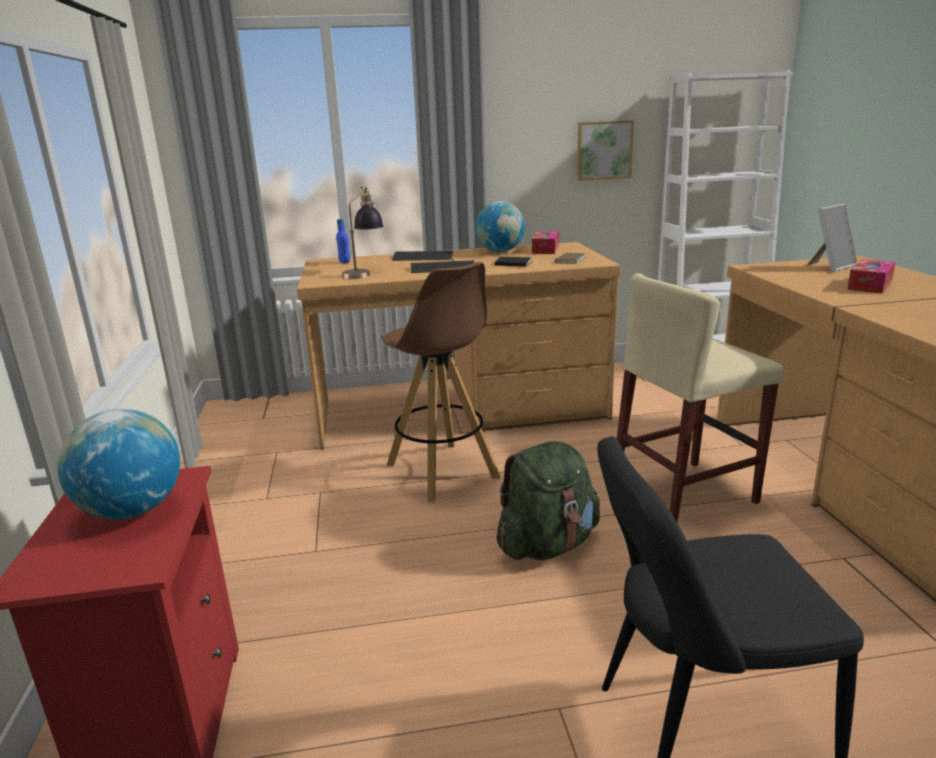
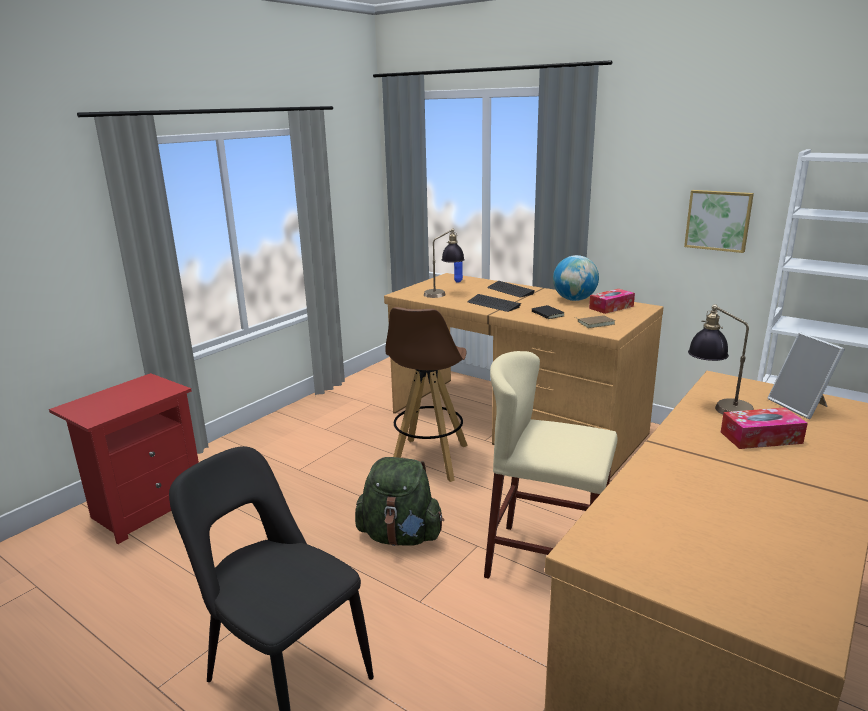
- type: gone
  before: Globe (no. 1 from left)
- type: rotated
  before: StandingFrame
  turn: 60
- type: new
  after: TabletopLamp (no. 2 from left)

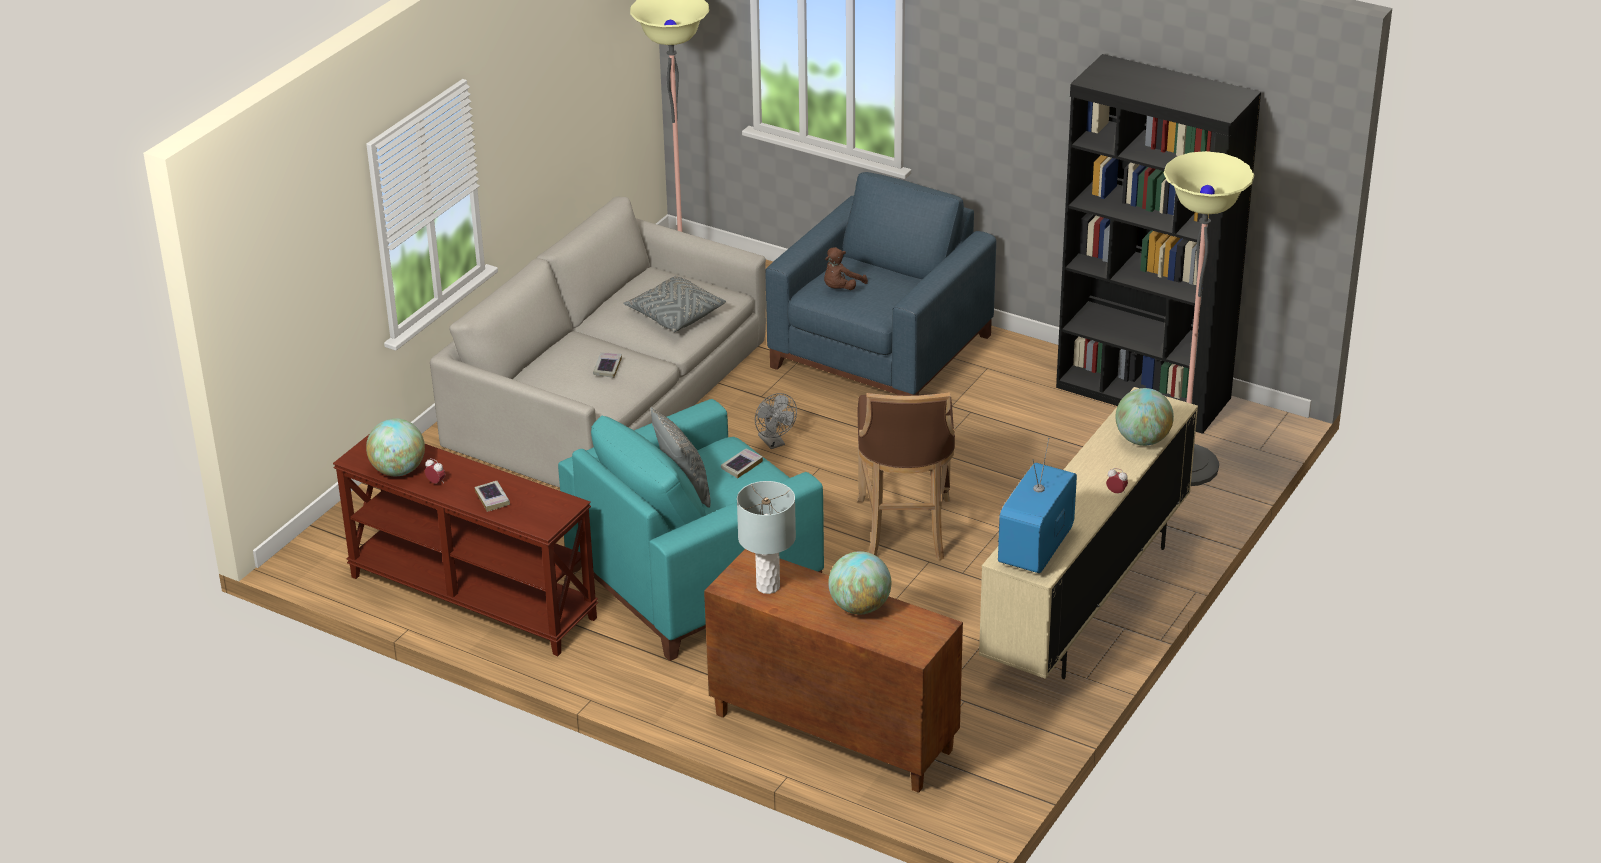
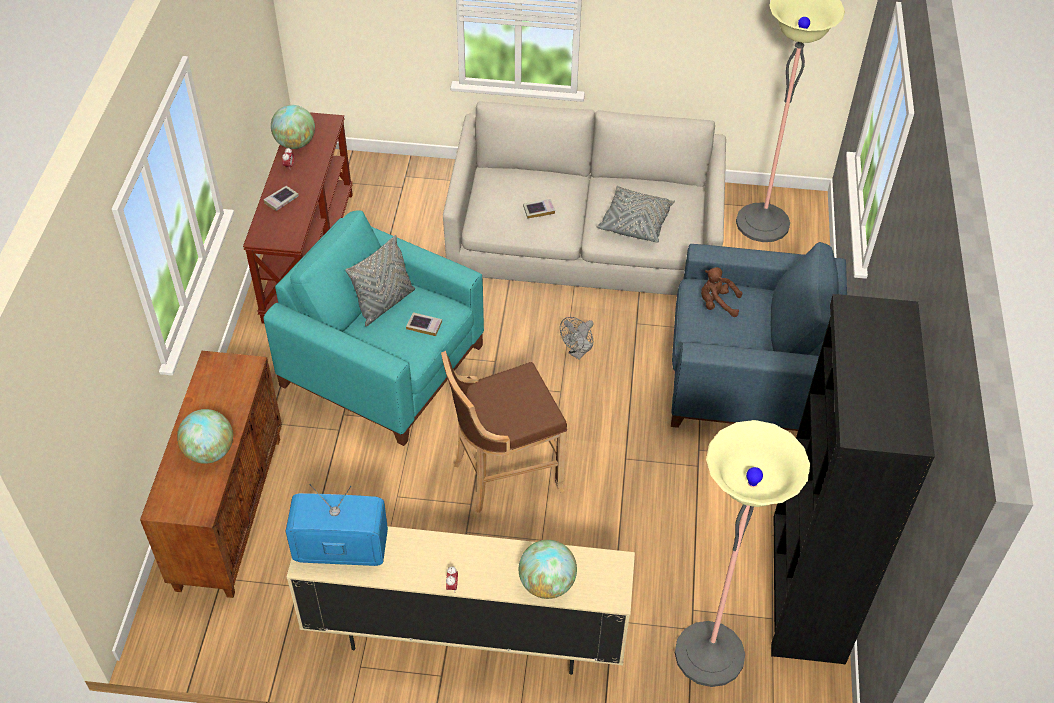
- type: gone
  before: GreyTabletopLamp

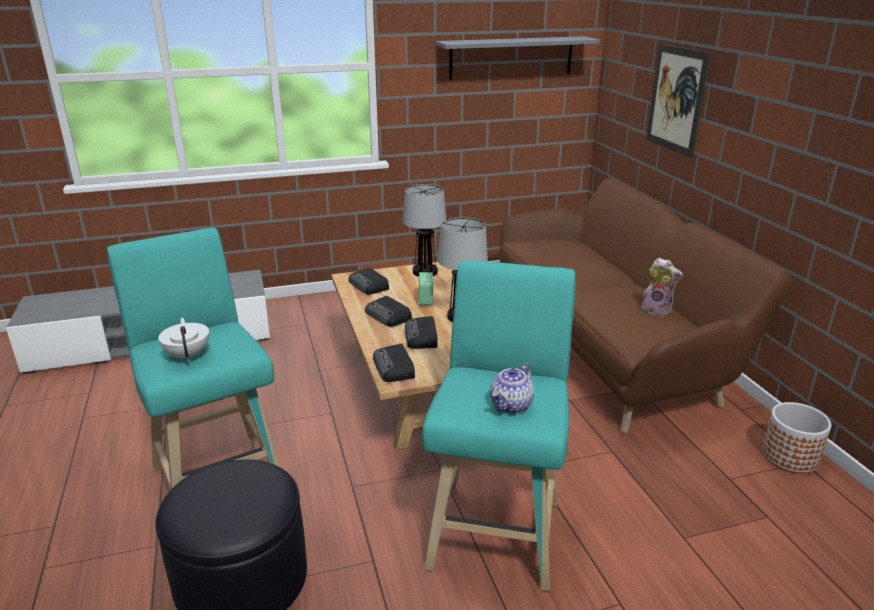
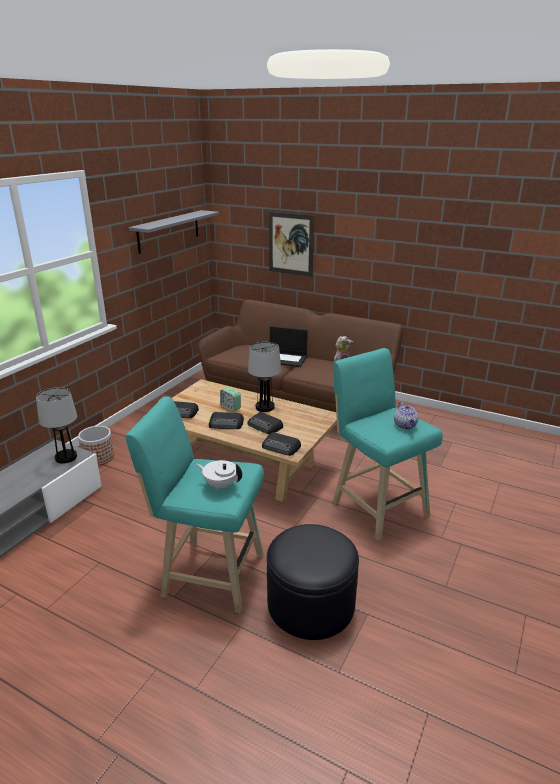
- type: shifted
  before: TabletopLamp (no. 1 from left)
- type: shifted
  before: Planter
- type: new
  after: NotebookComputer

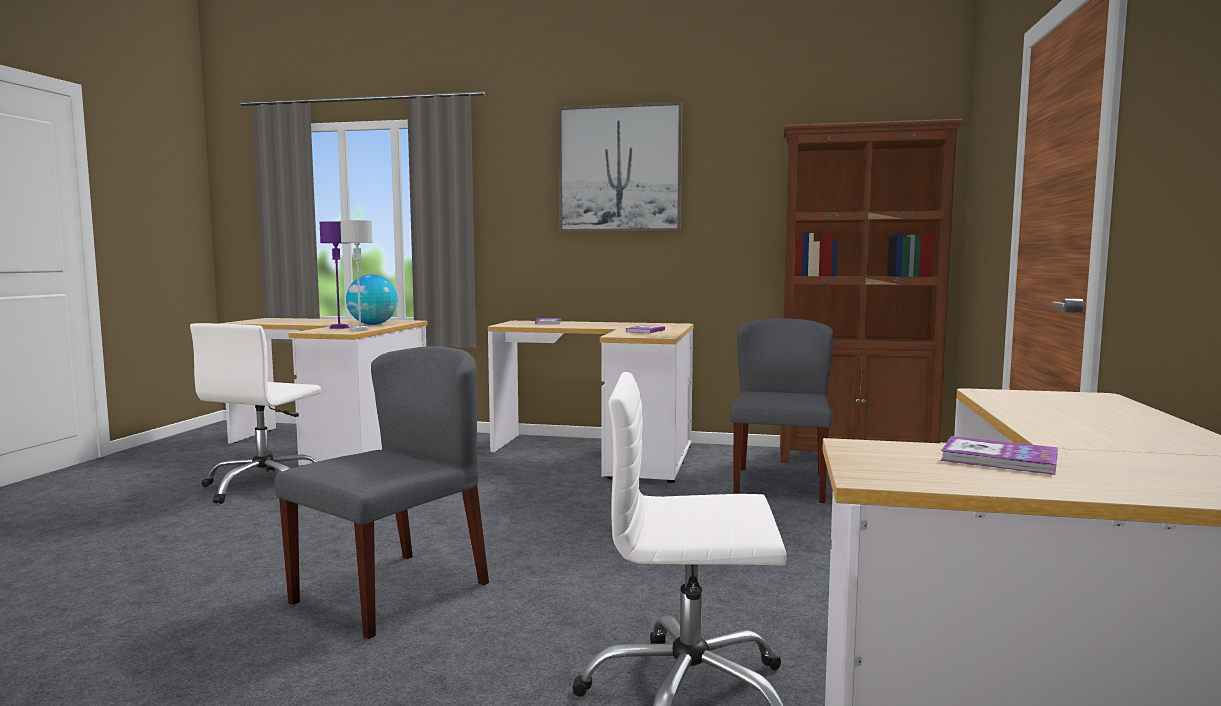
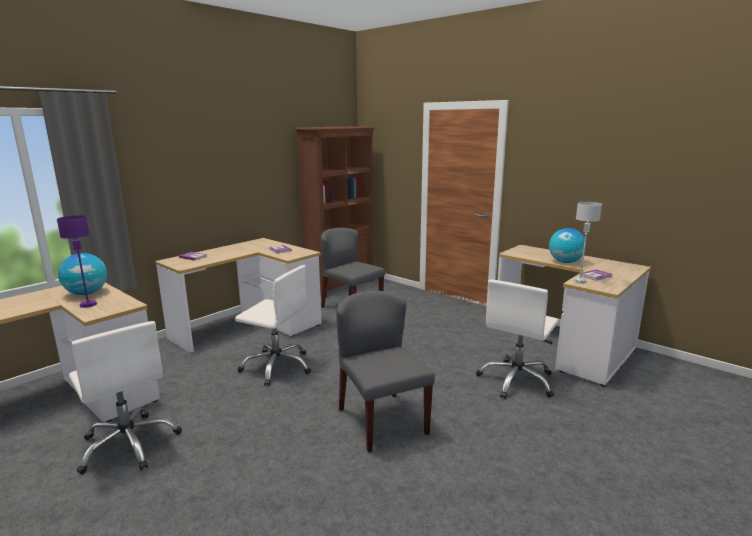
- type: shifted
  before: GreyTabletopLamp
- type: gone
  before: WallArt
- type: new
  after: WhiteOfficeChair (no. 2 from left)
- type: new
  after: Globe (no. 2 from left)

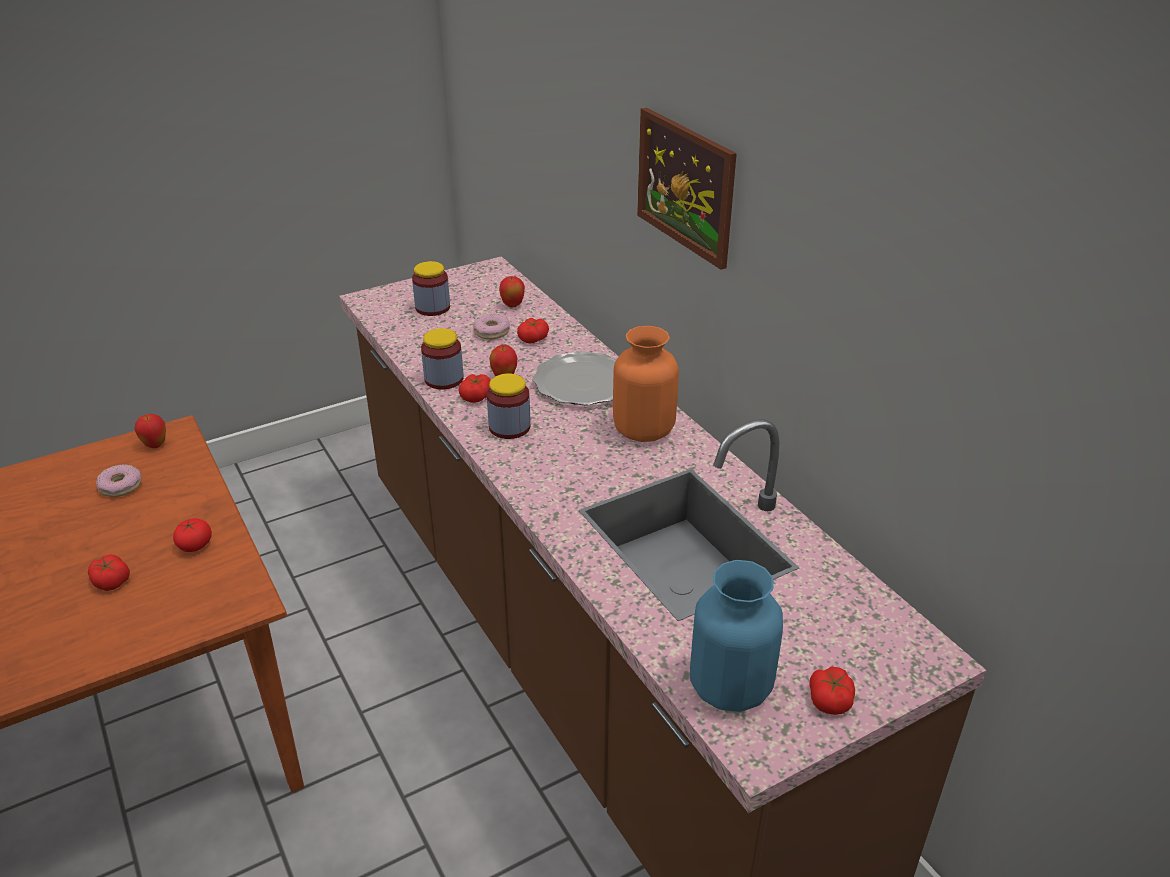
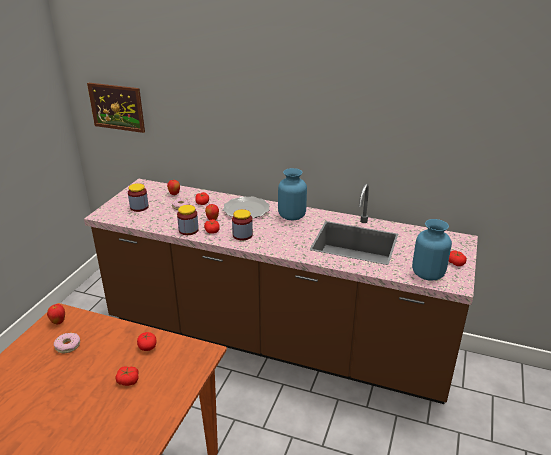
- type: repainted
  before: OrangeDecorativeVase
  after: BlueColouredDecorativeVase (no. 1 from left)
- type: shifted
  before: WallArt

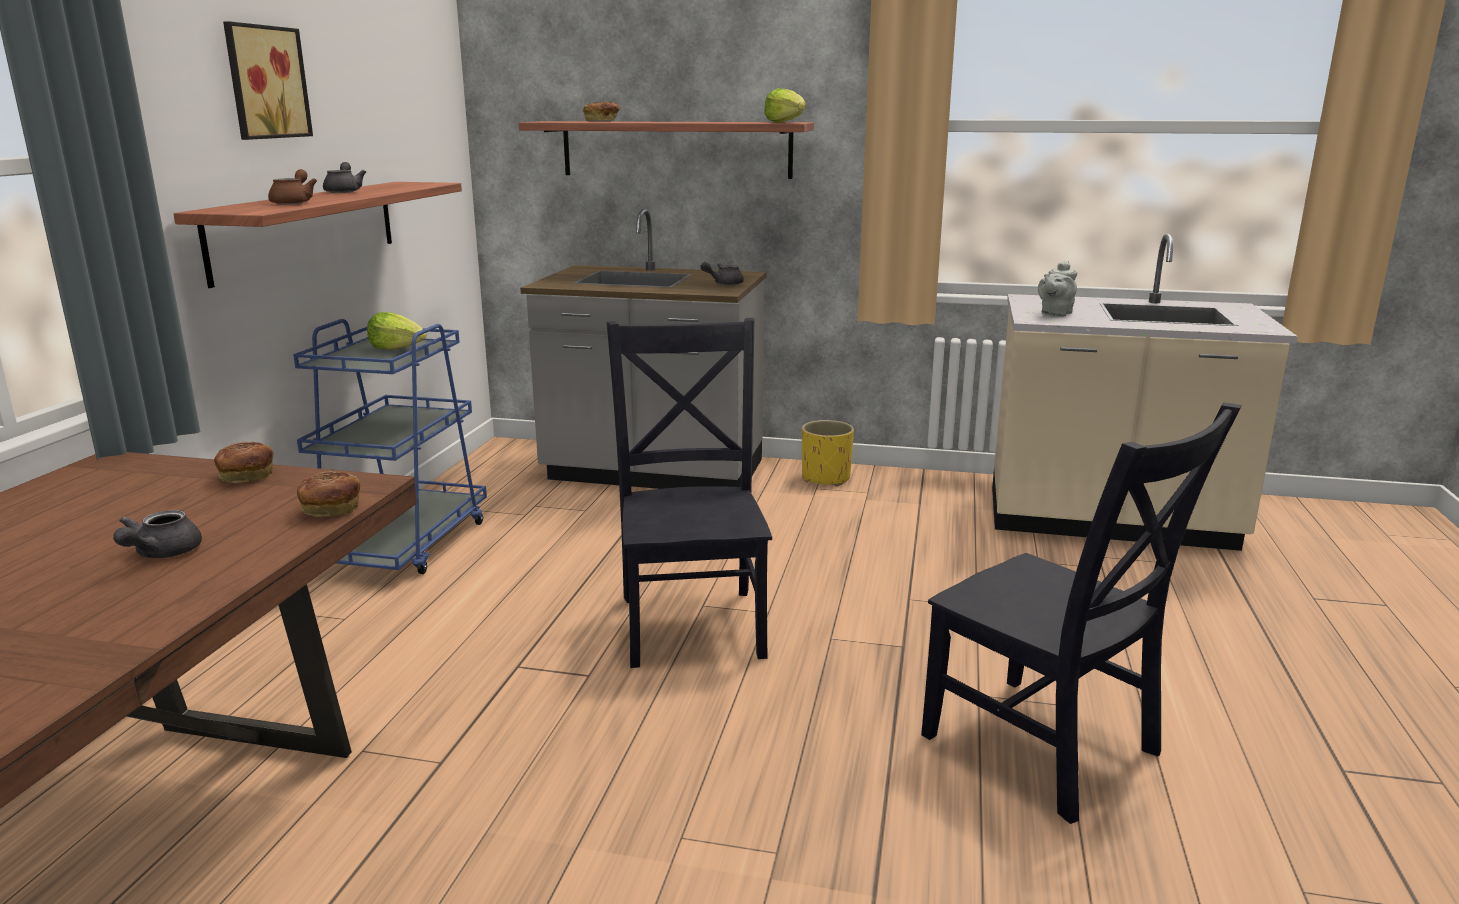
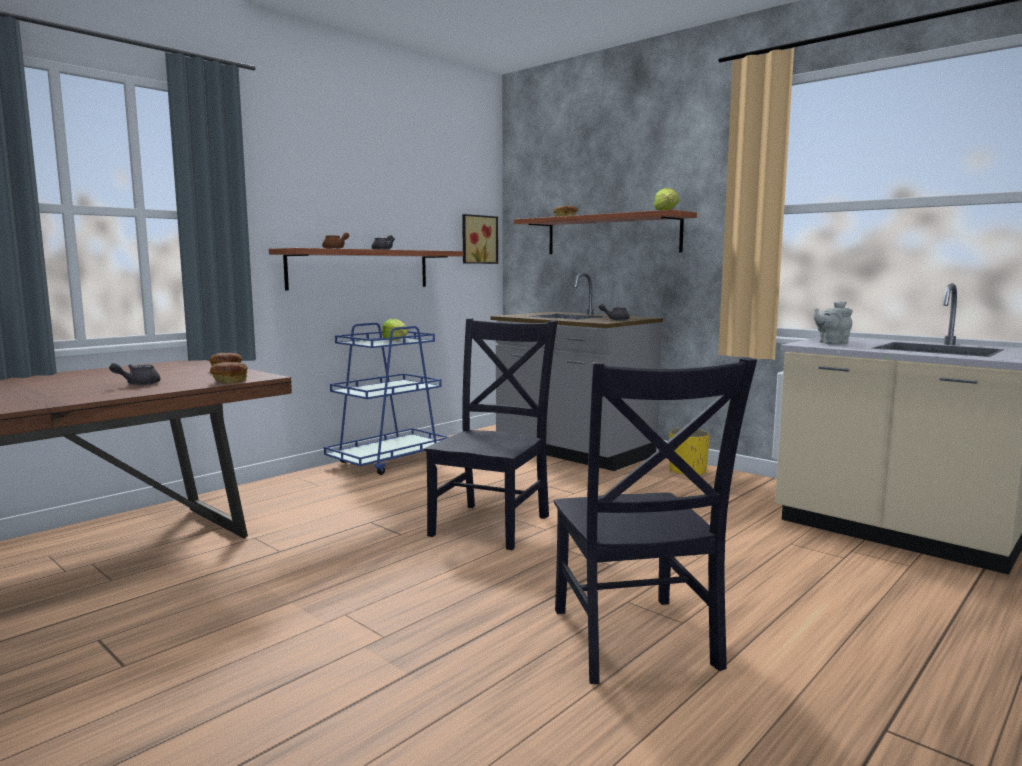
- type: shifted
  before: WallArt

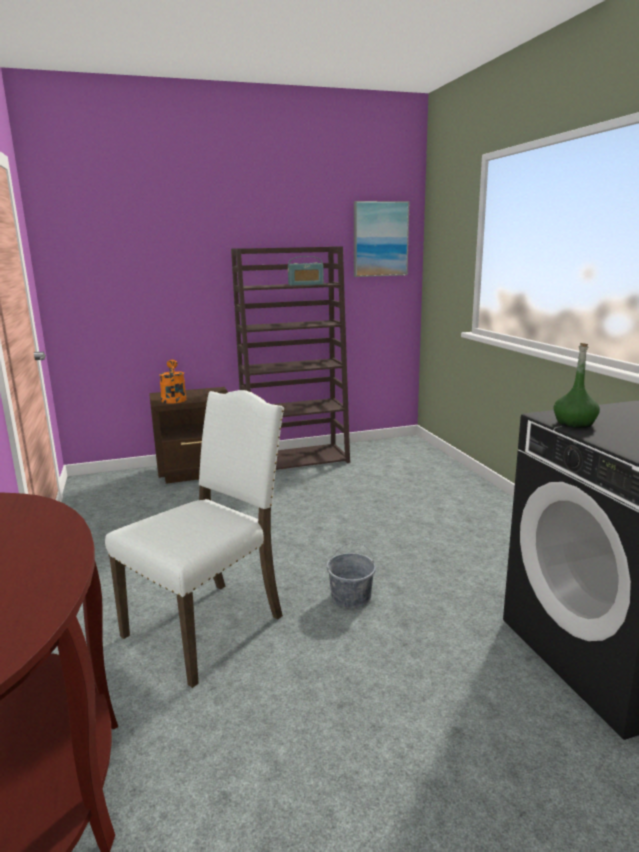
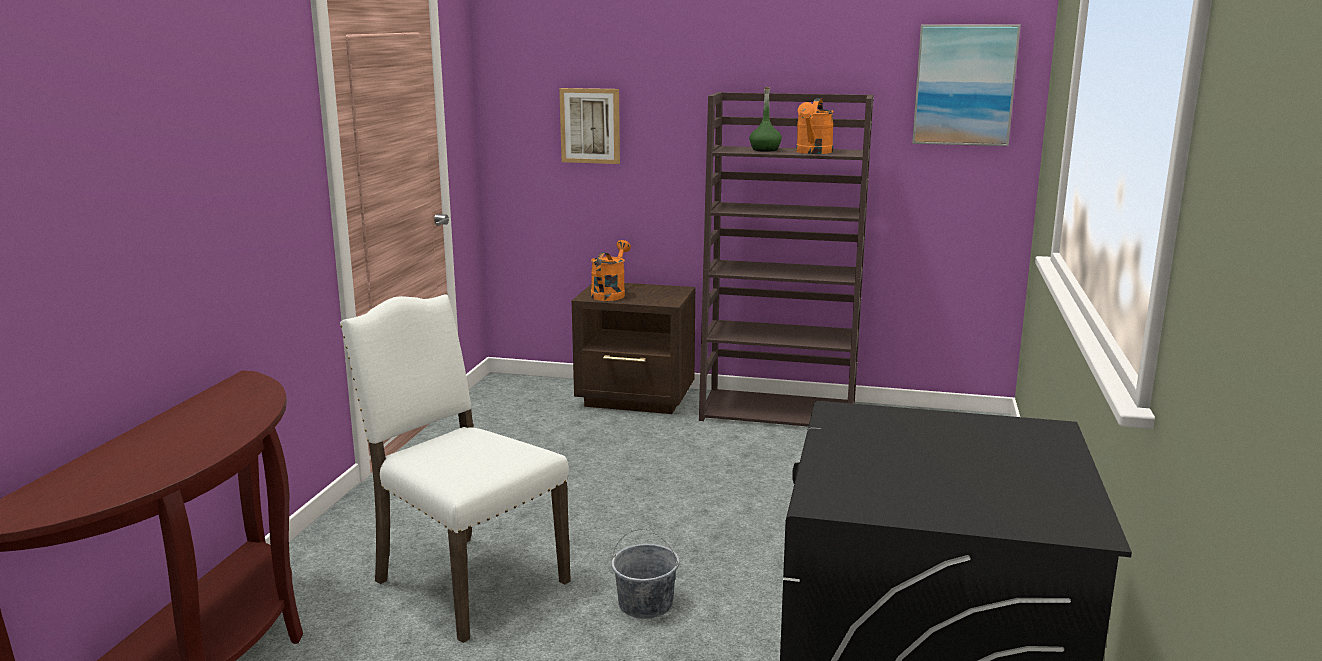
- type: rotated
  before: WhiteChair
  turn: -120
- type: swapped
  before: Radio
  after: OrangeSprinklingCan (no. 2 from left)
- type: shifted
  before: GreenDrinkBottle
- type: new
  after: WallArt (no. 1 from left)

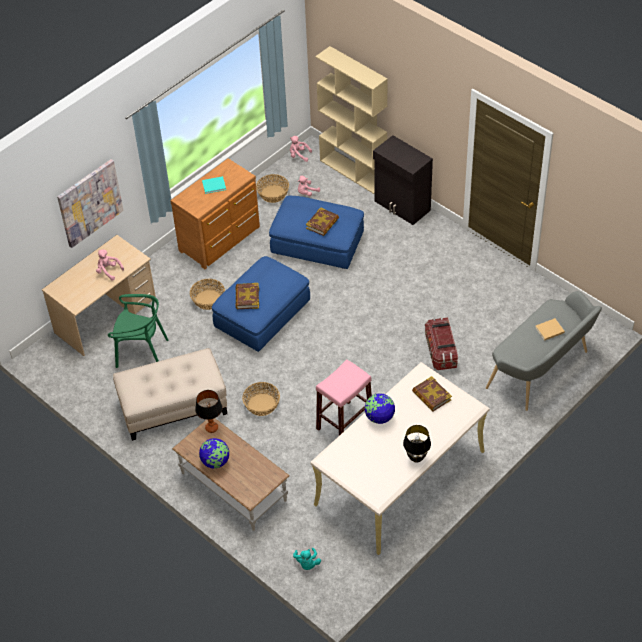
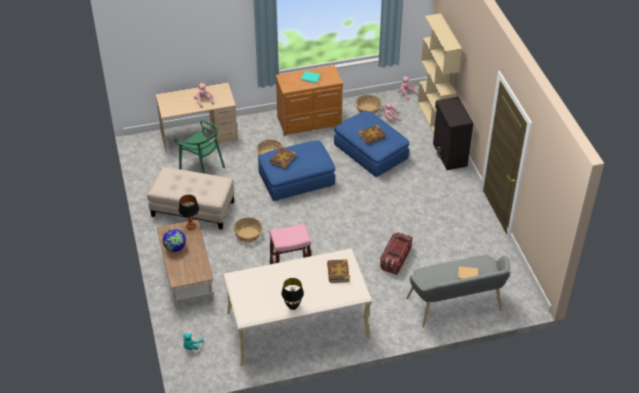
- type: gone
  before: WallArt
- type: gone
  before: Globe (no. 2 from left)

